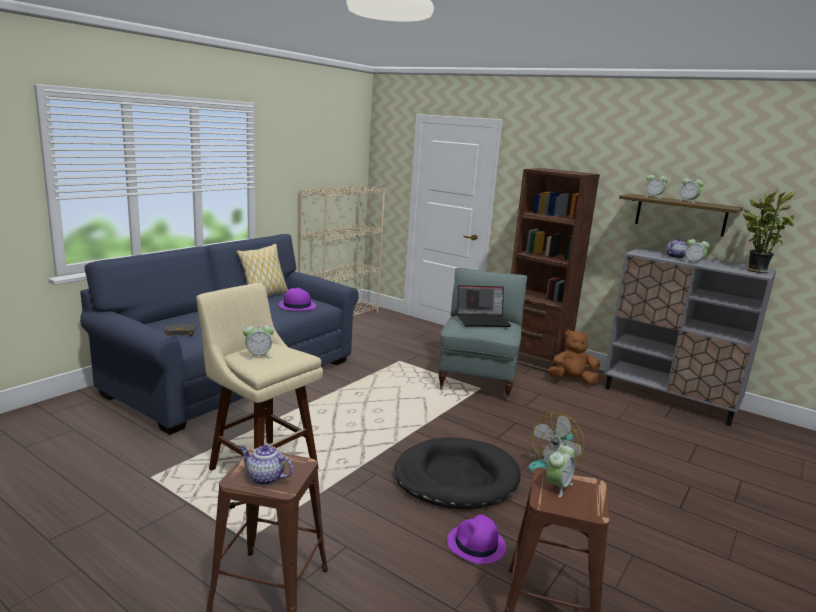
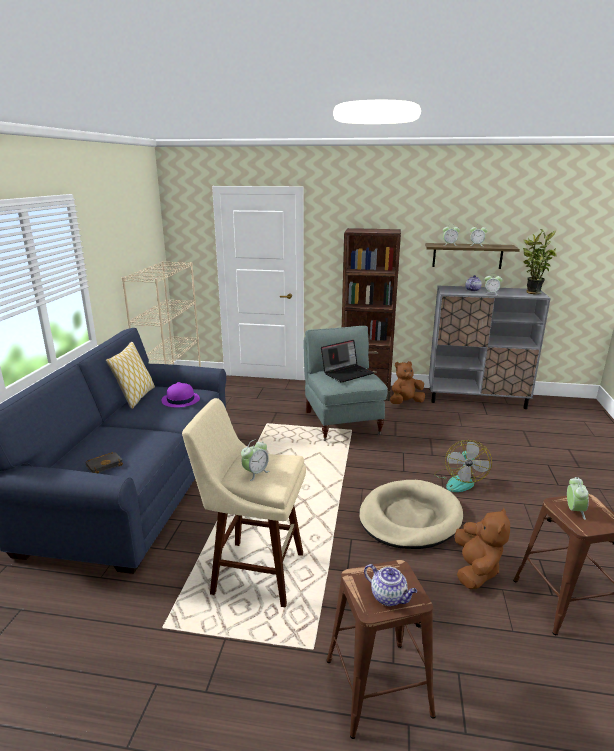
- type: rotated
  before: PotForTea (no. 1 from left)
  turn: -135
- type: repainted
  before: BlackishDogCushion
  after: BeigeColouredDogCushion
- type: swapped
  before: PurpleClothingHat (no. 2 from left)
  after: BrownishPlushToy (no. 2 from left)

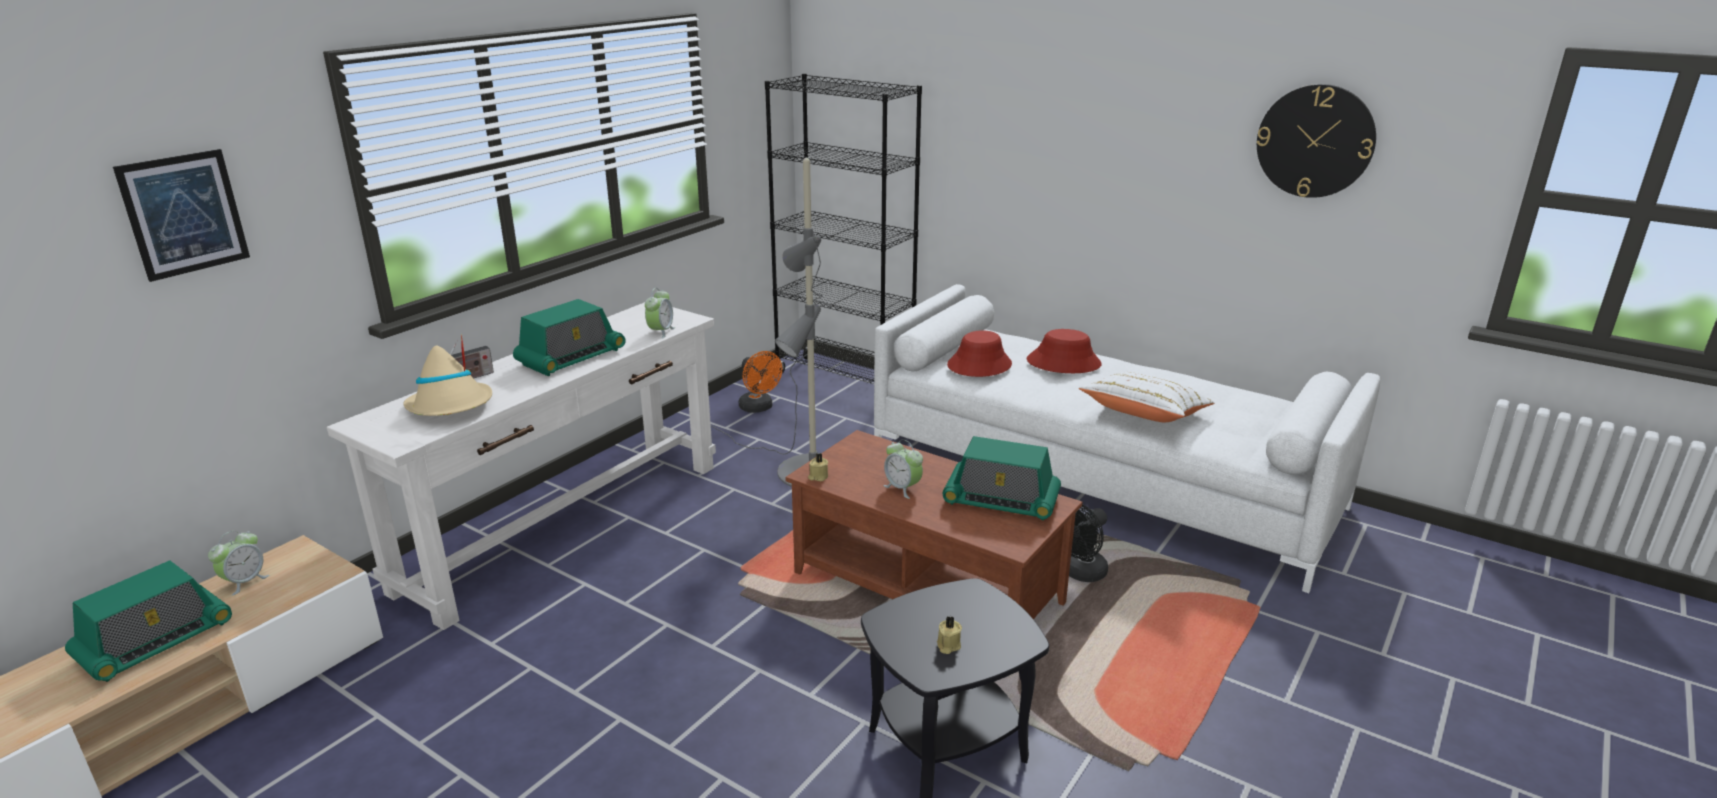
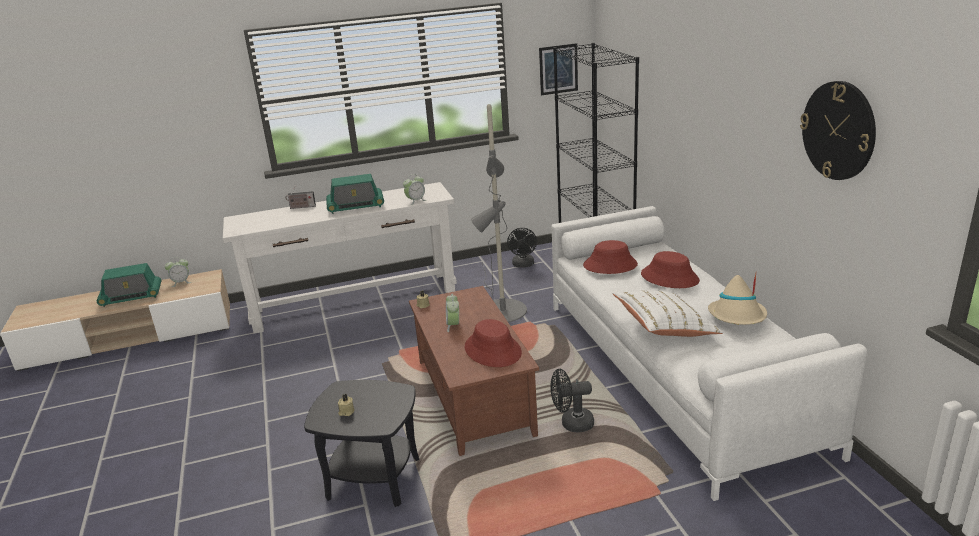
- type: shifted
  before: WallArt
- type: shifted
  before: BeigeColouredClothingHat
- type: repainted
  before: OrangeFan
  after: BlackishFan (no. 1 from left)
- type: swapped
  before: Radio (no. 4 from left)
  after: ReddishClothingHat (no. 1 from left)

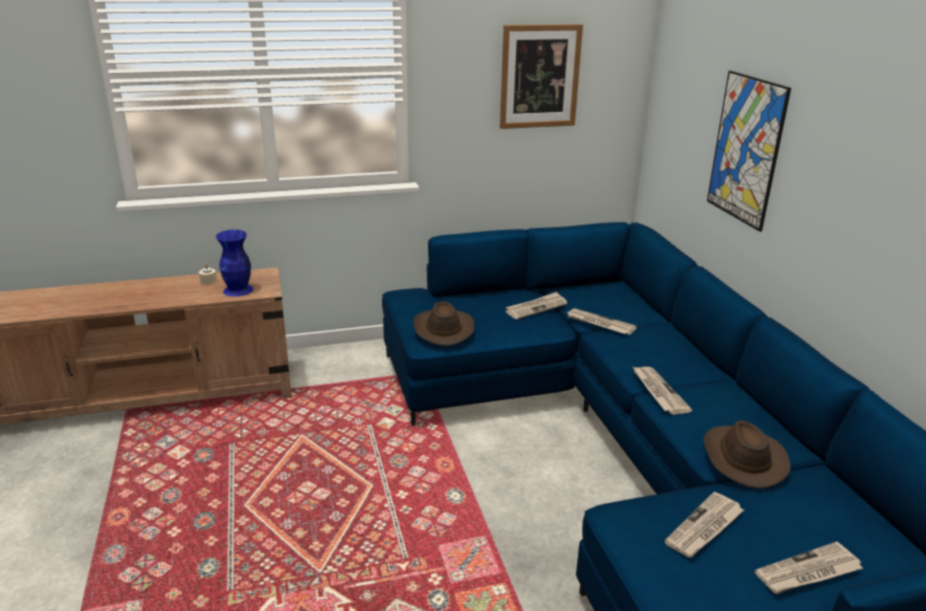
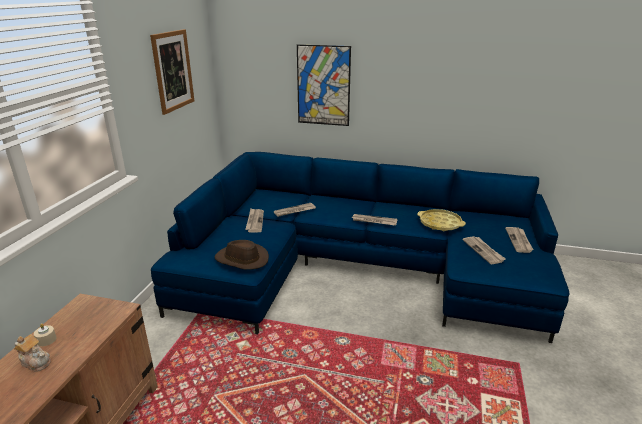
- type: gone
  before: BlueColouredDecorativeVase
- type: swapped
  before: BrownishClothingHat (no. 2 from left)
  after: YellowColouredCarryingTray
- type: new
  after: PotForTea

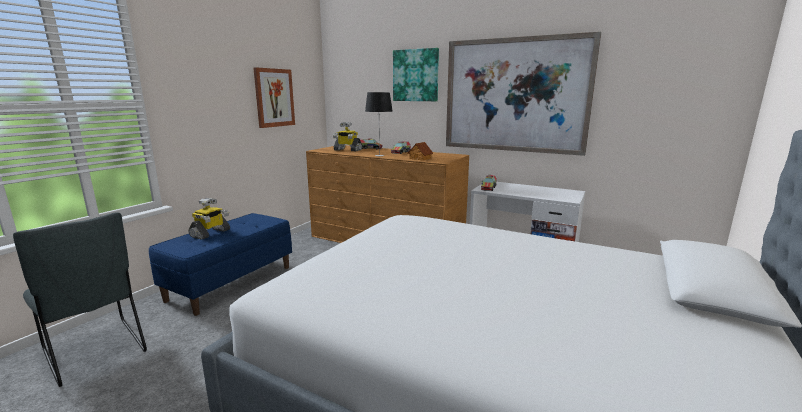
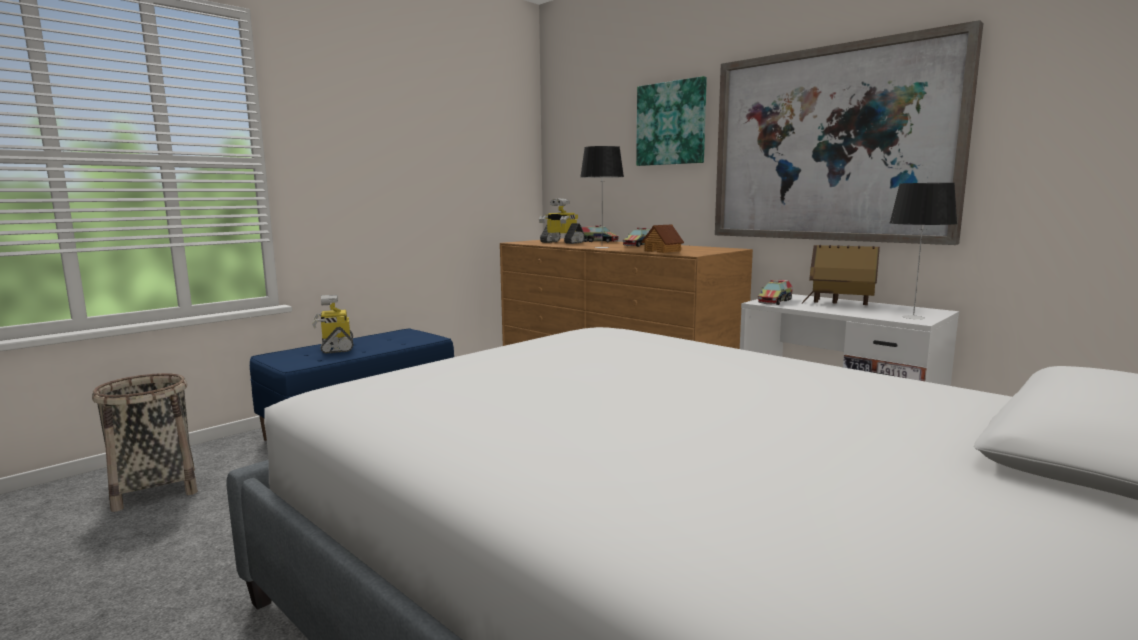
- type: swapped
  before: GreyChair
  after: Basket
- type: rotated
  before: ToyRobot (no. 1 from left)
  turn: 120
- type: gone
  before: WallArt (no. 1 from left)
- type: new
  after: MiniatureHouse (no. 2 from left)
- type: new
  after: TabletopLamp (no. 2 from left)

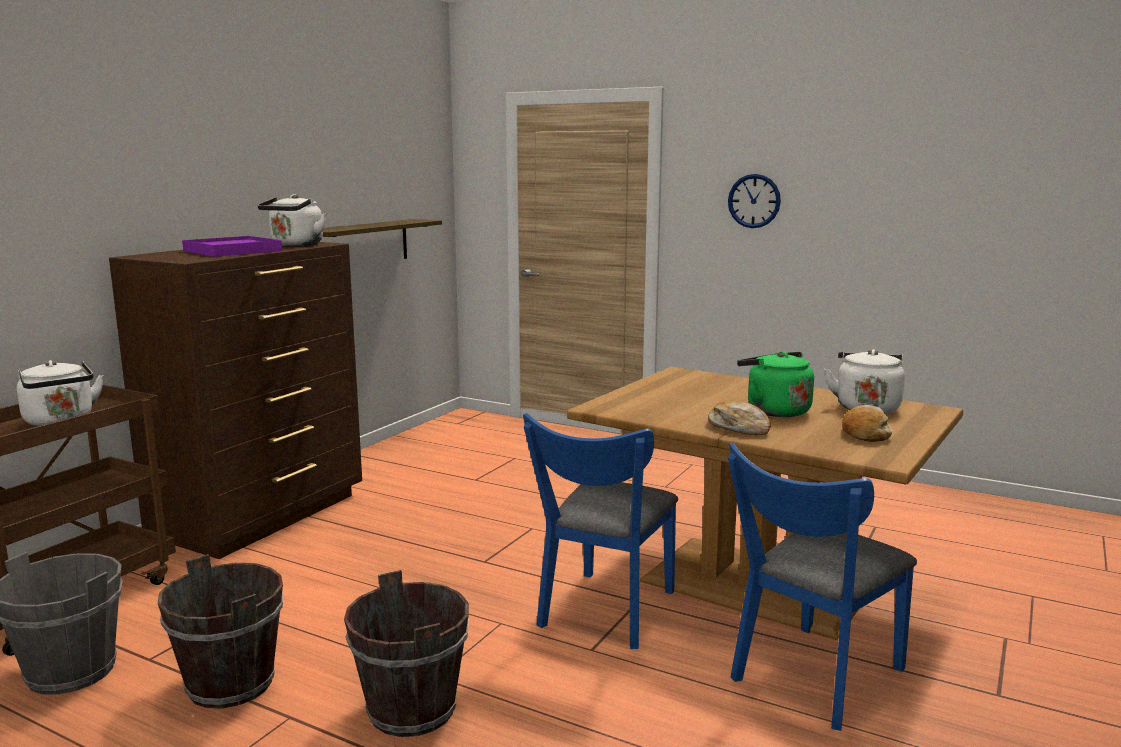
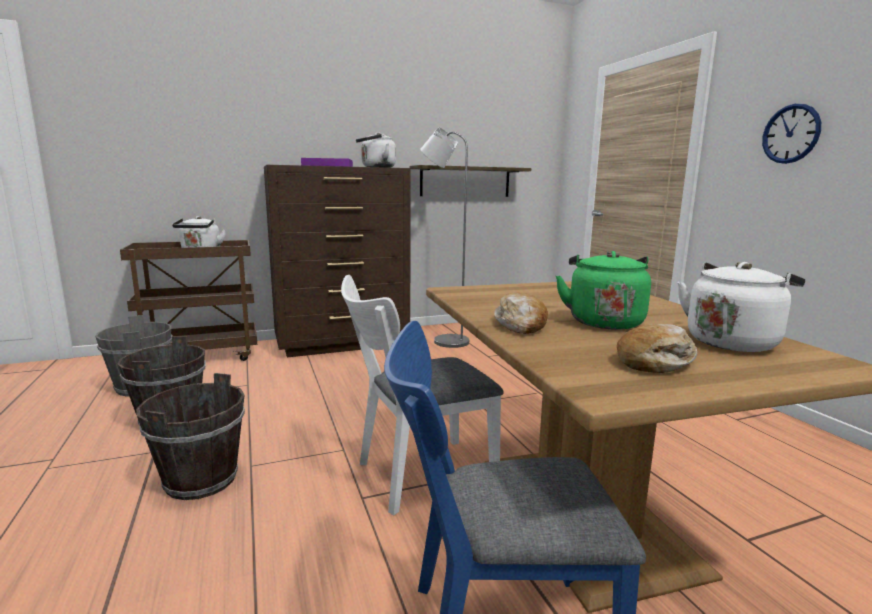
- type: repainted
  before: BlueColouredChair (no. 1 from left)
  after: WhiteChair
- type: new
  after: GreyStandardLamp

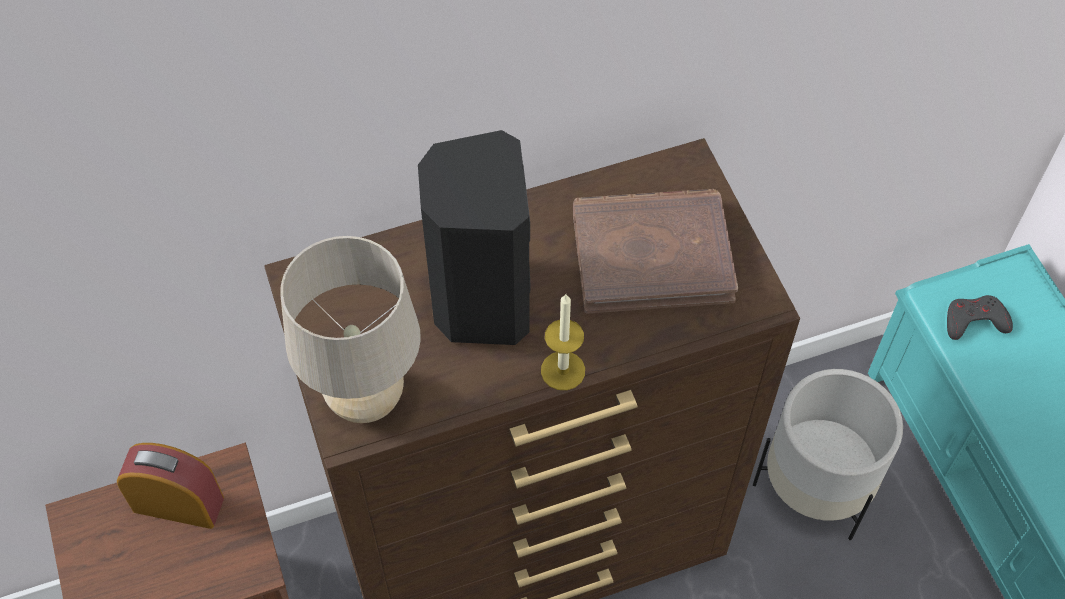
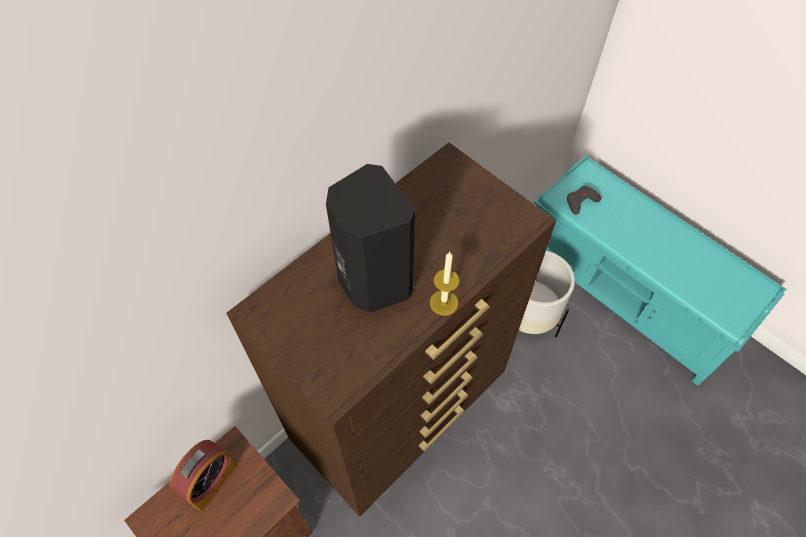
- type: rotated
  before: BedsideClock
  turn: 135
- type: gone
  before: BeigeColouredTabletopLamp
- type: gone
  before: BrownishVolume

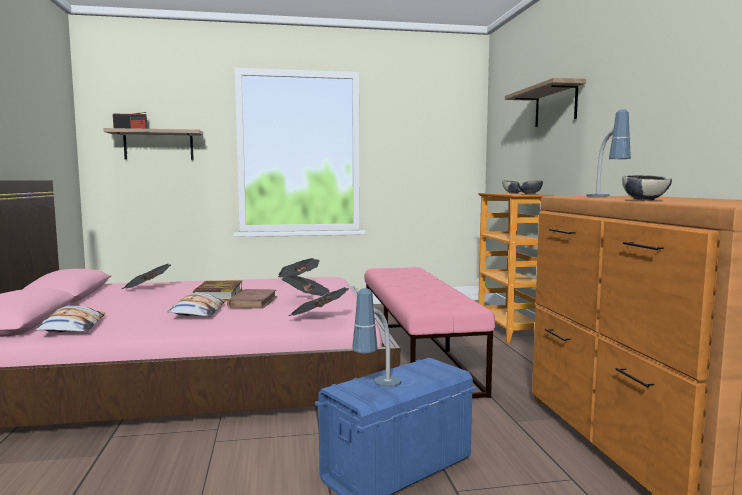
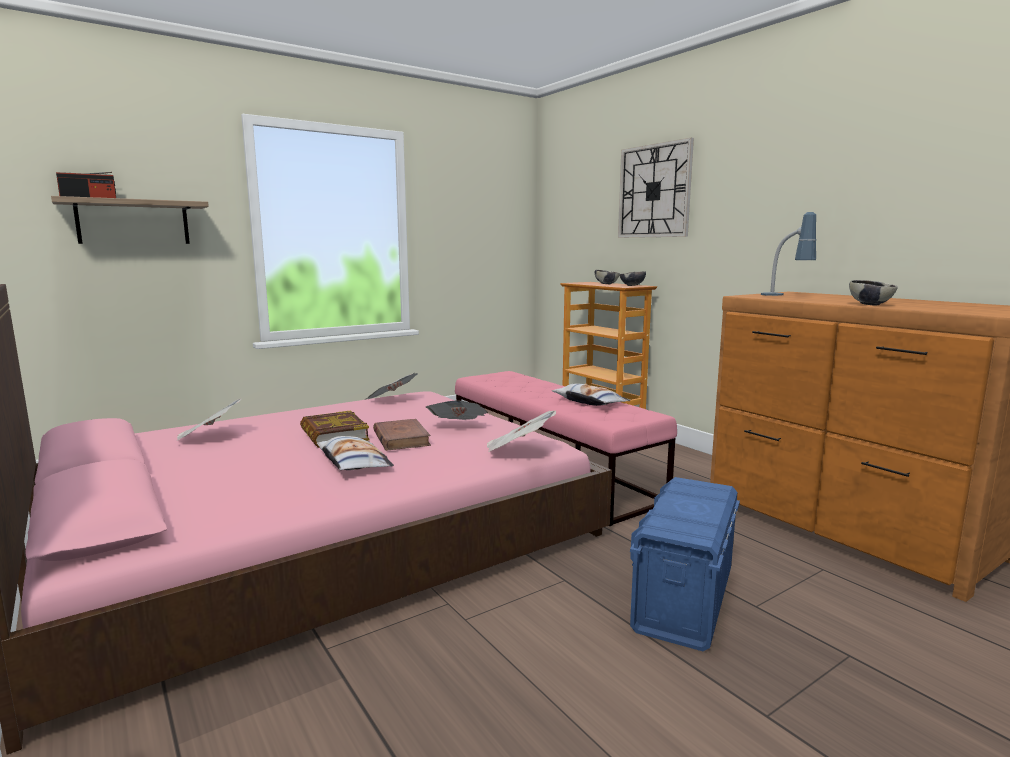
- type: shifted
  before: ThrowPillow (no. 1 from left in the first image)
  after: ThrowPillow (no. 2 from left)
- type: gone
  before: TabletopLamp (no. 1 from left)
- type: swapped
  before: BracketShelf (no. 2 from left)
  after: ClockOnTheWall

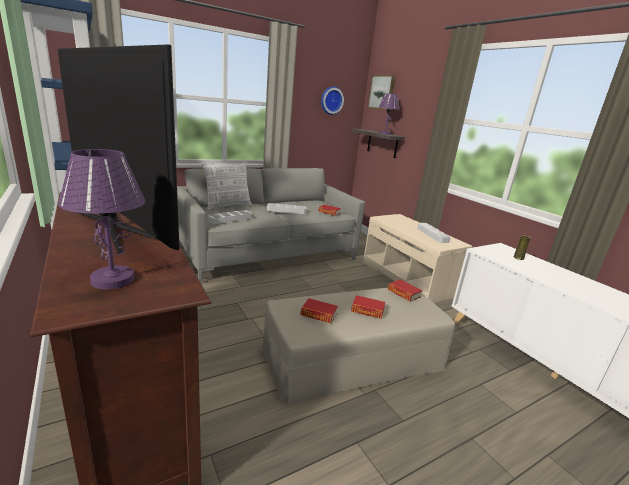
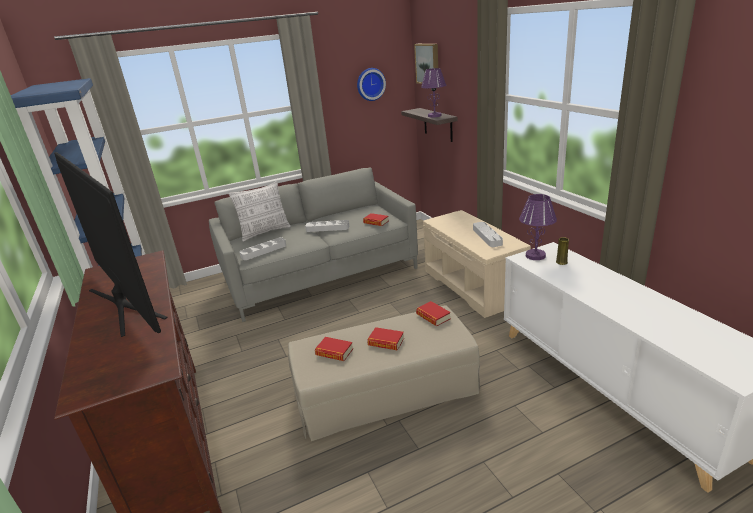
- type: shifted
  before: PurpleTabletopLamp (no. 1 from left in the first image)
  after: PurpleTabletopLamp (no. 2 from left)

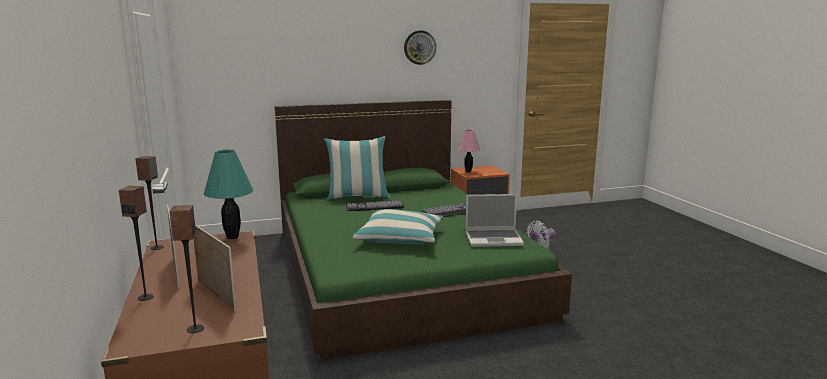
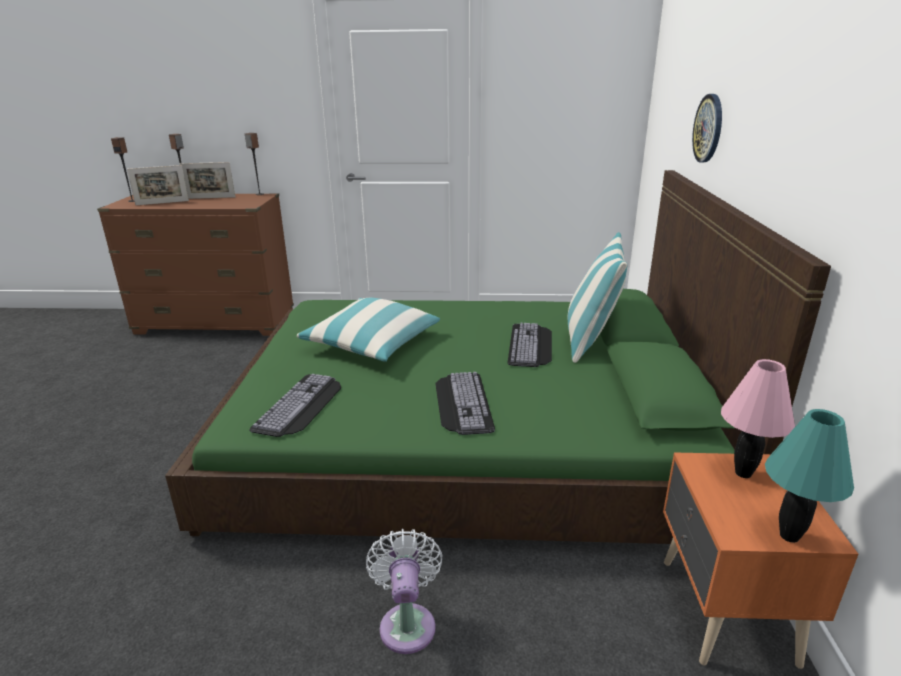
- type: shifted
  before: TurquoiseTabletopLamp
- type: shifted
  before: ClockOnTheWall
- type: swapped
  before: NotebookComputer
  after: Keyboard (no. 1 from left)

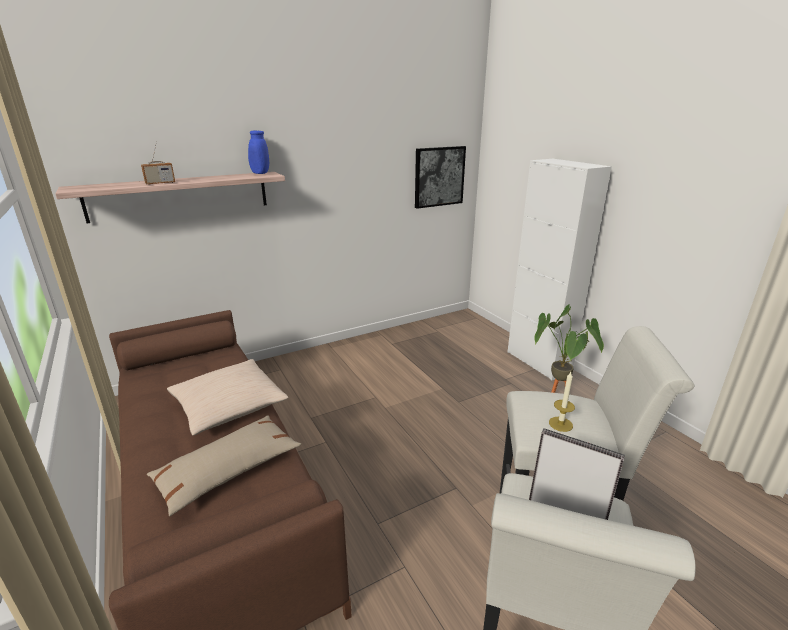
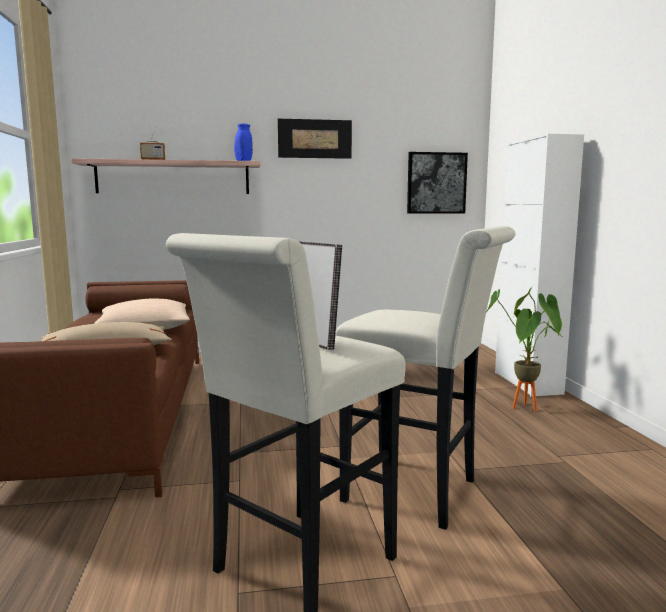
- type: gone
  before: WaxLight
- type: new
  after: WallArt (no. 1 from left)

